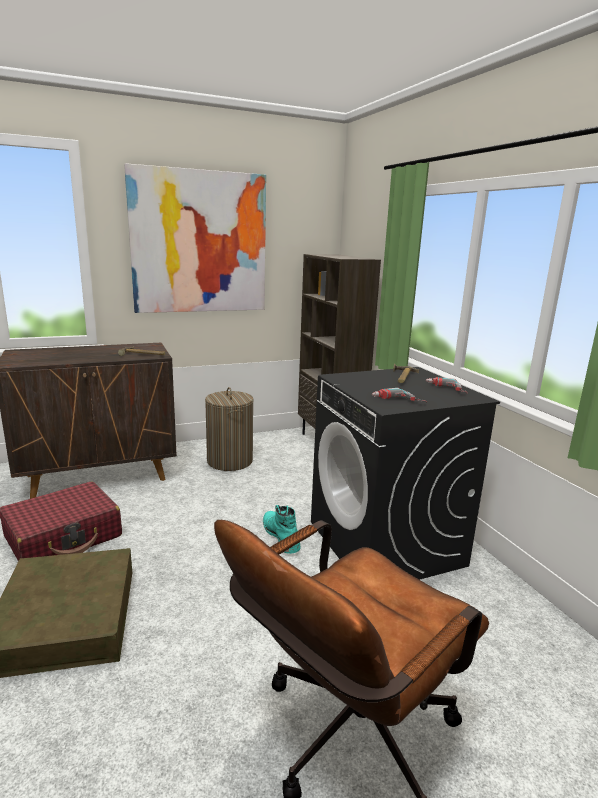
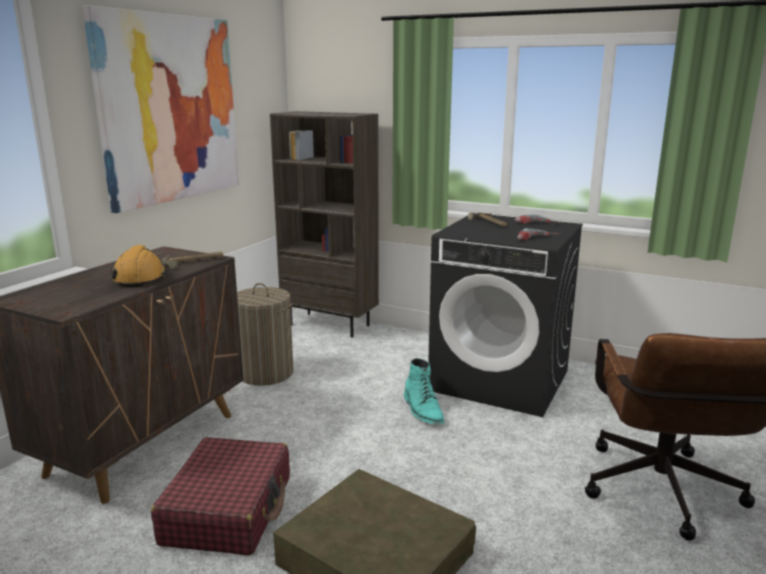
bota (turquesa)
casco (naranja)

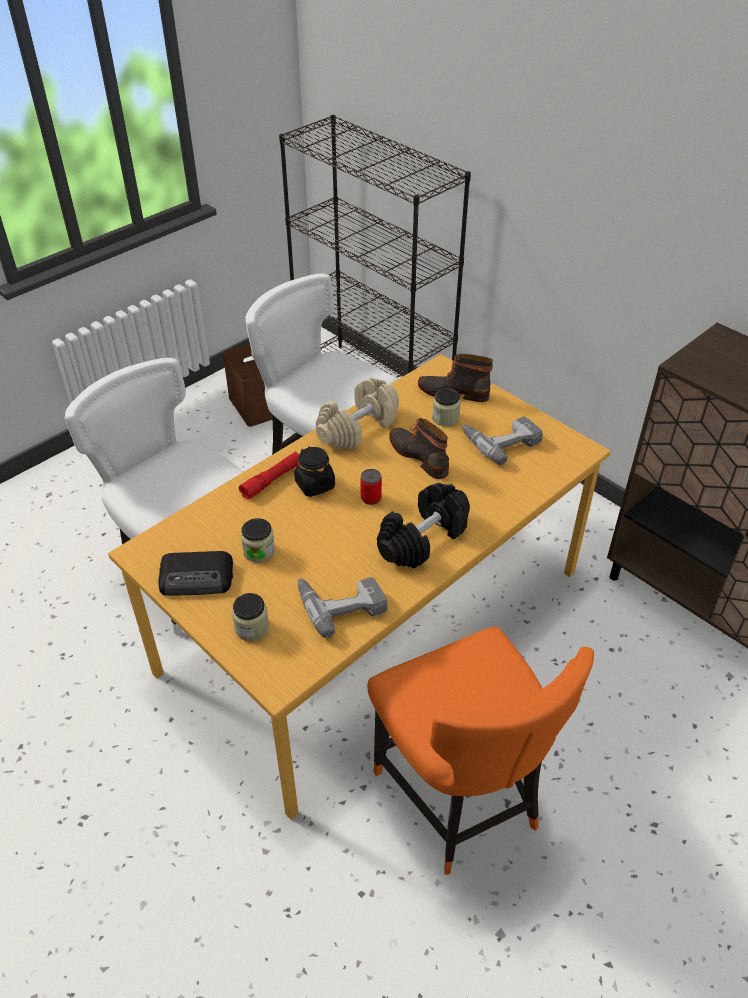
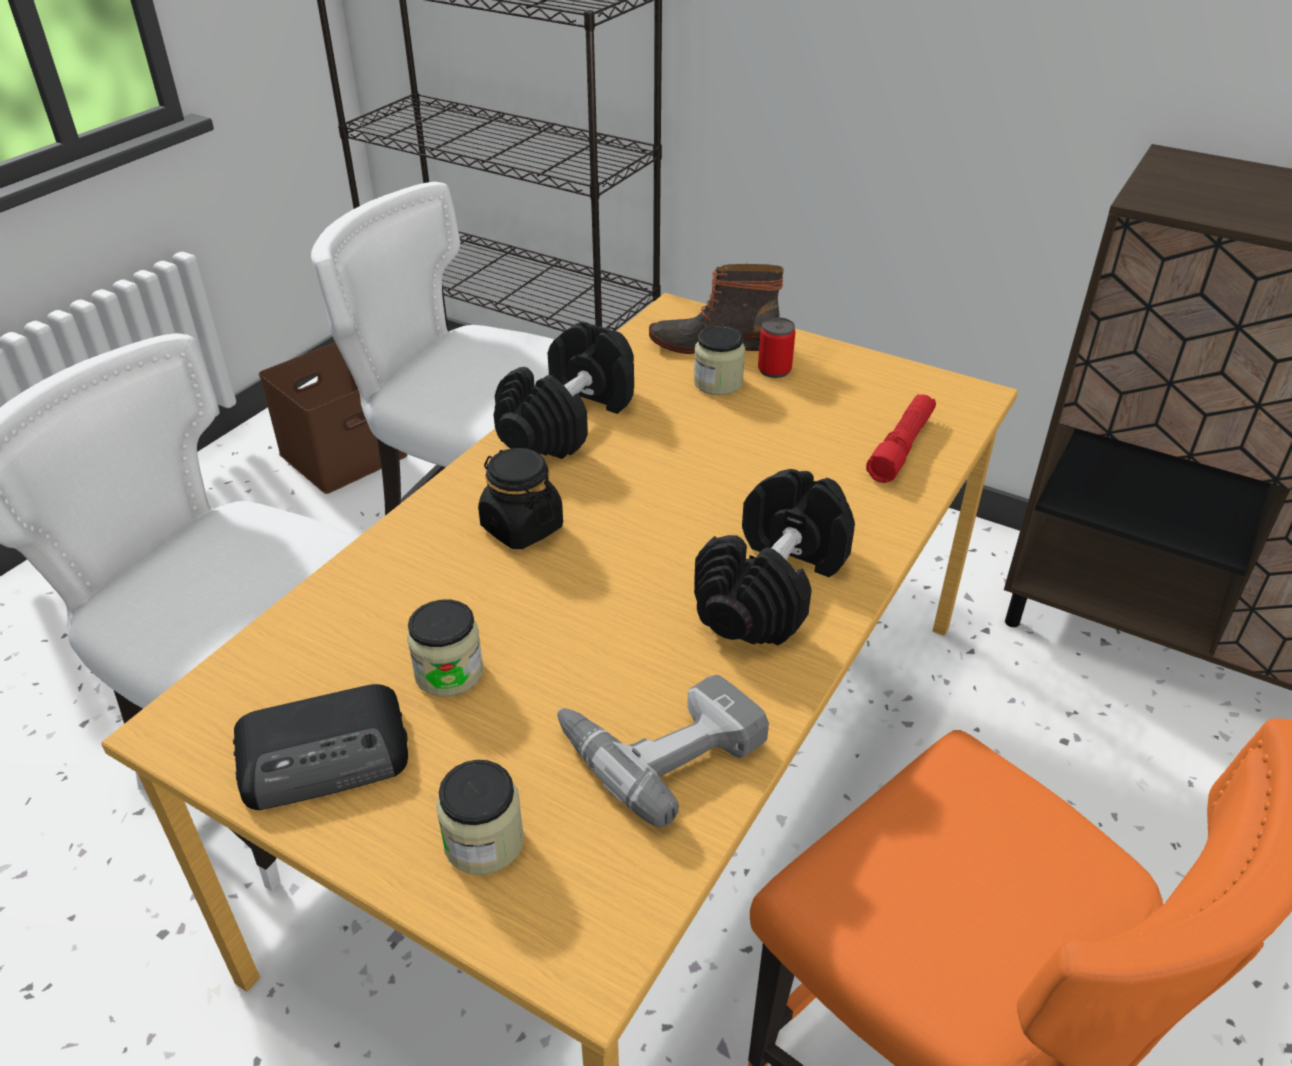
linterna (rojo)
mancuerna (negro) (1st from left)
lata
bota (1st from left in the first image)
taladro (2nd from left in the first image)

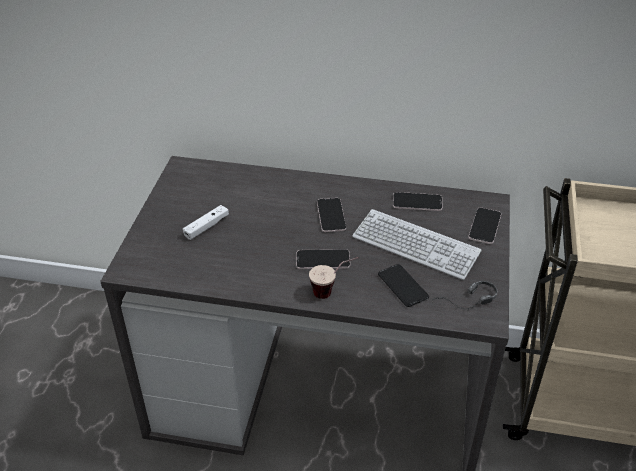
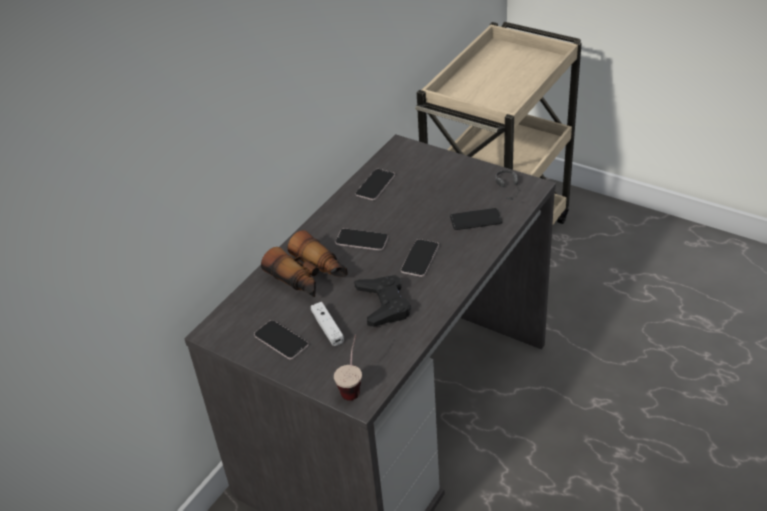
taza
teclado
móvil (1st from left)
prismáticos
mando de consola (negro)

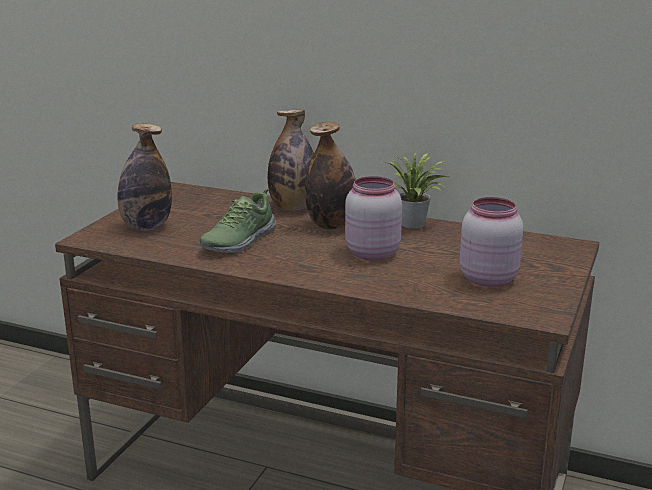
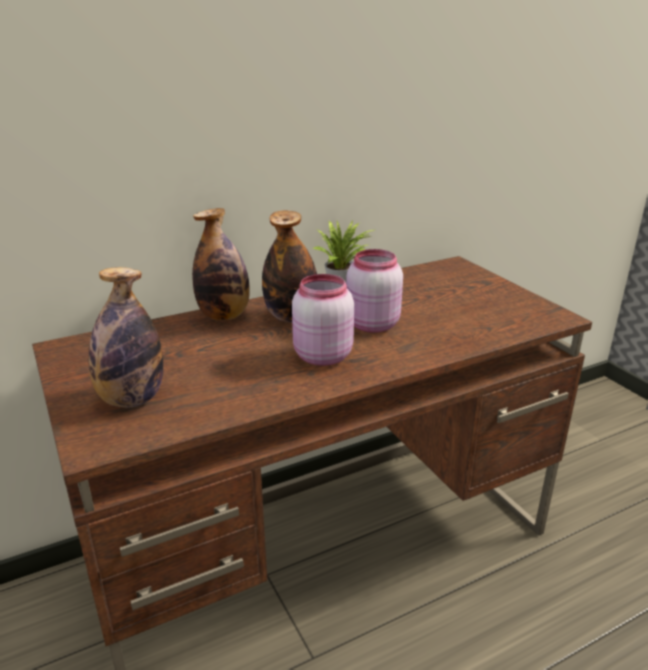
zapato
tarro (rosa) (1st from left)

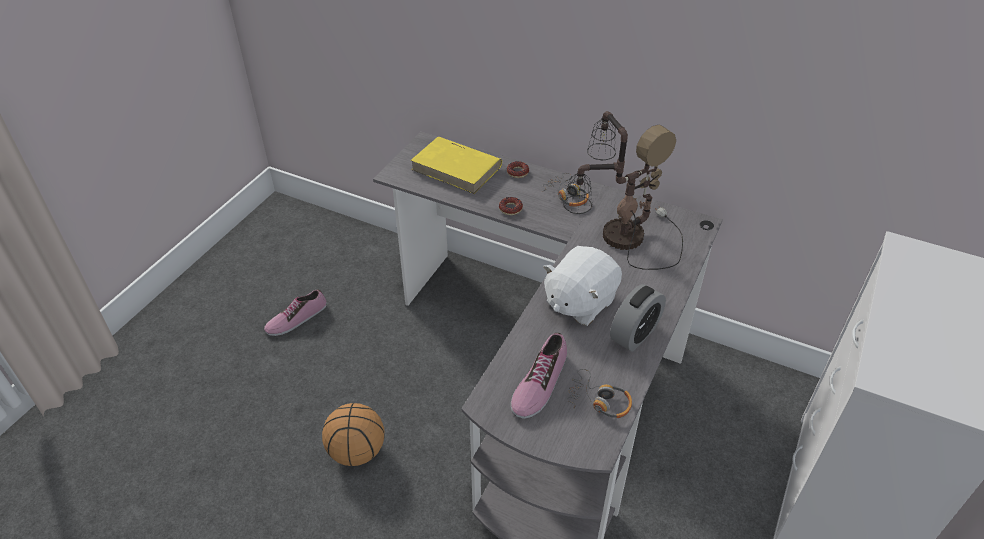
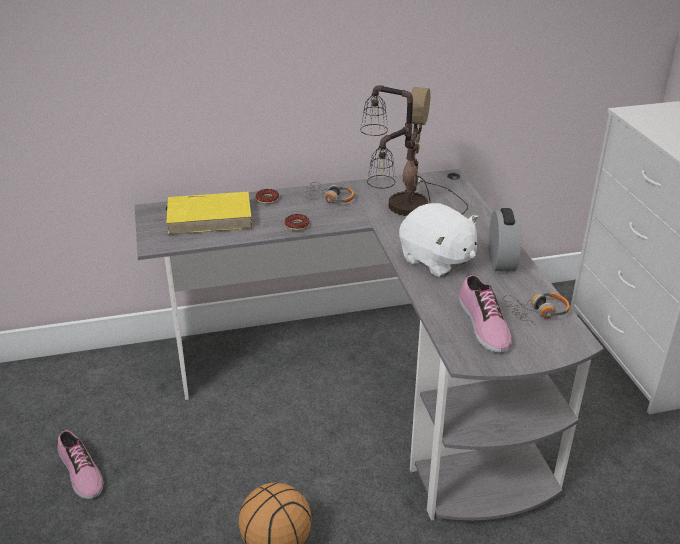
zapato (1st from left)
peluche (blanco)

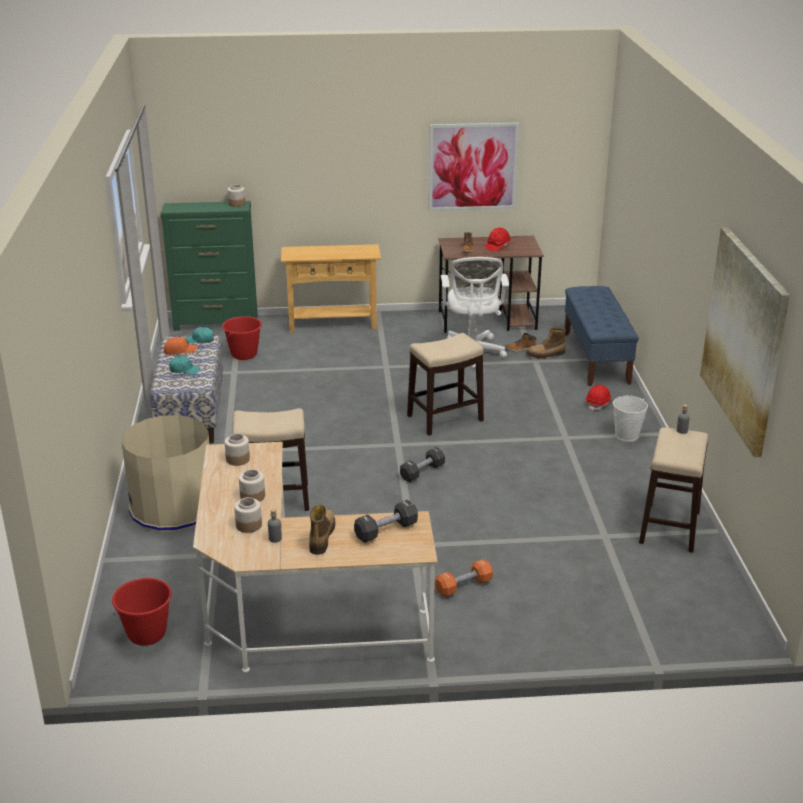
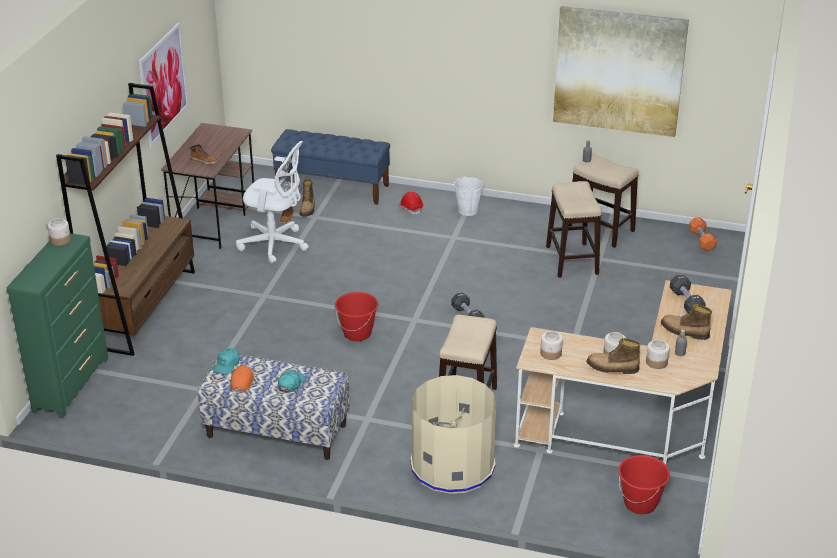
cubo (rojo) (1st from left)
estantería (marrón)
taburete (2nd from left)
mancuerna (naranja)
casco (rojo) (1st from left in the first image)
bota (4th from left)

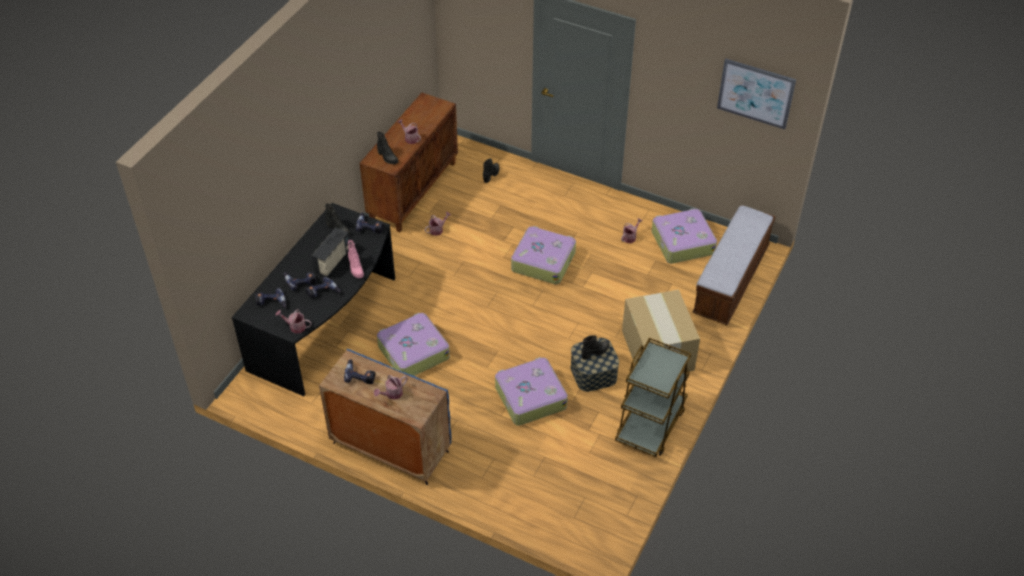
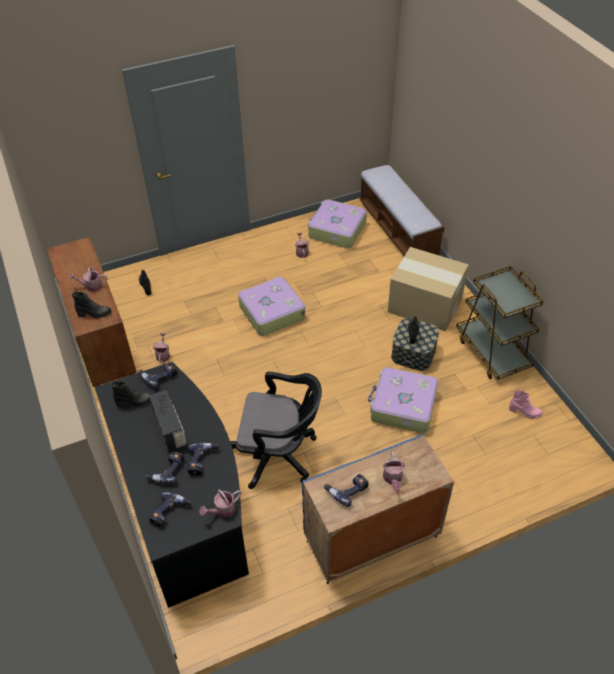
bota (rosa)
silla de oficina (negro)
cuadro

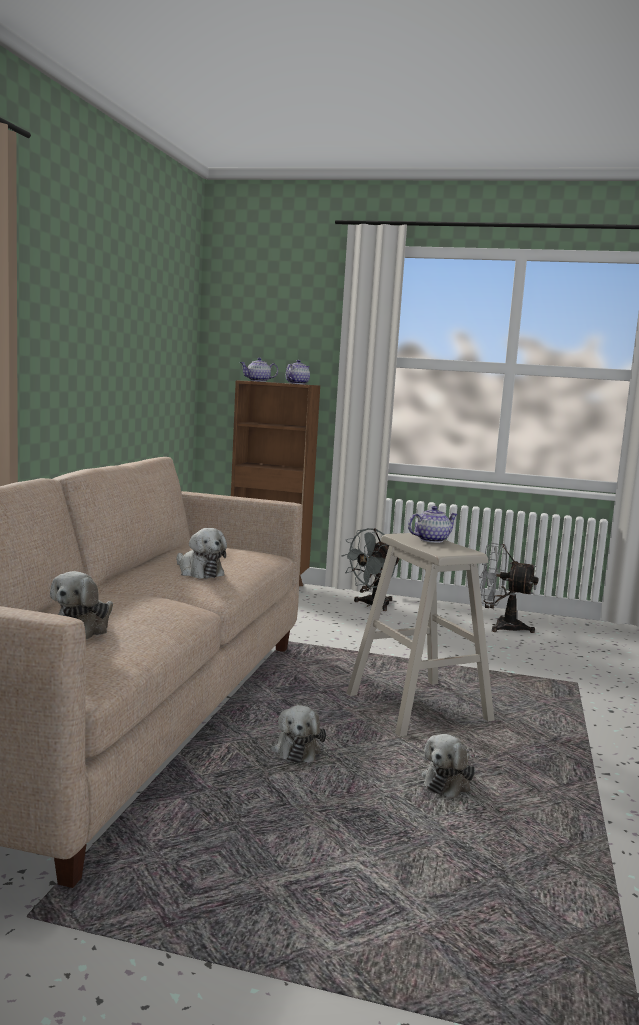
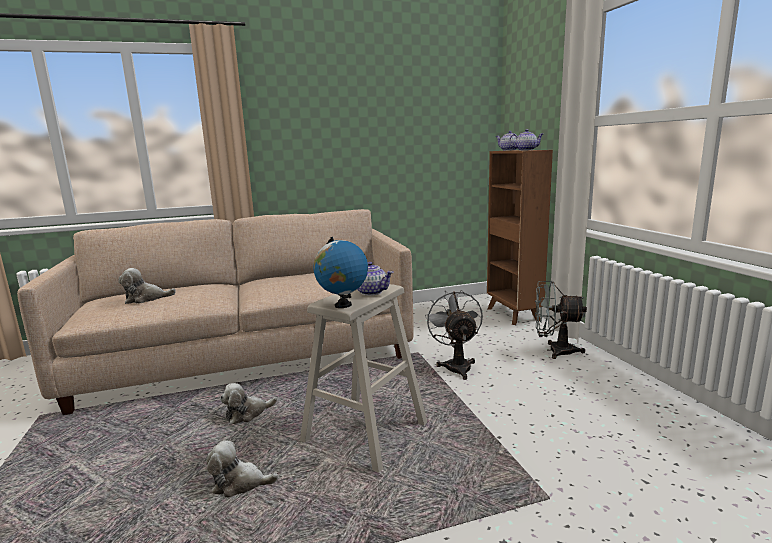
peluche (2nd from left in the first image)
ventilador (gris) (1st from left)
globo terráqueo

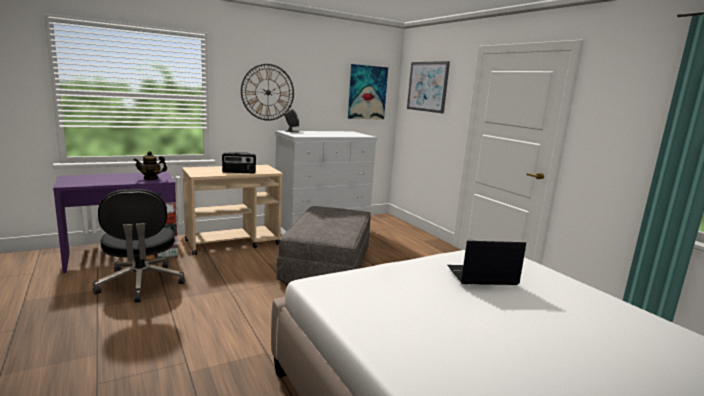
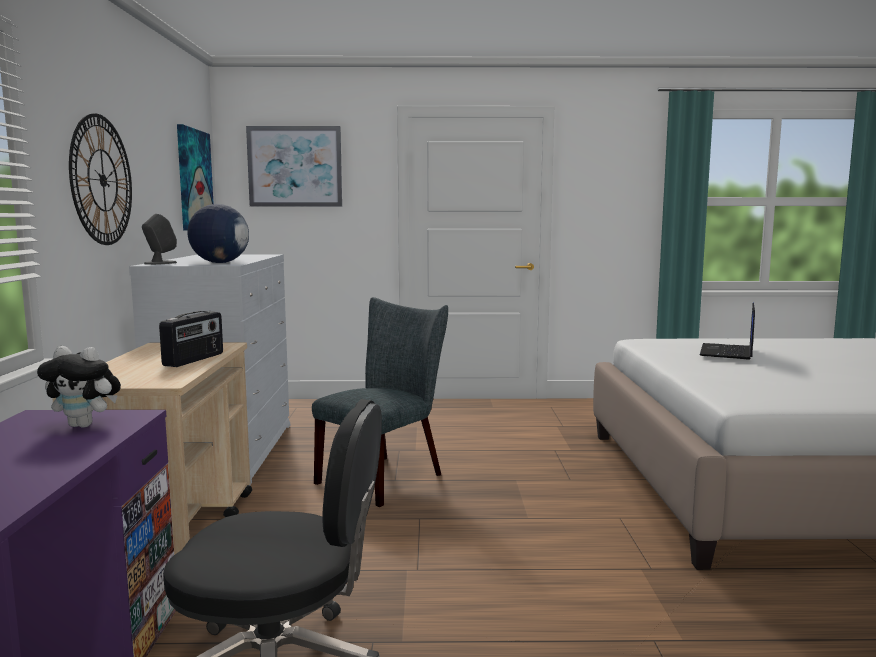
peluche
silla (gris)
globo terráqueo

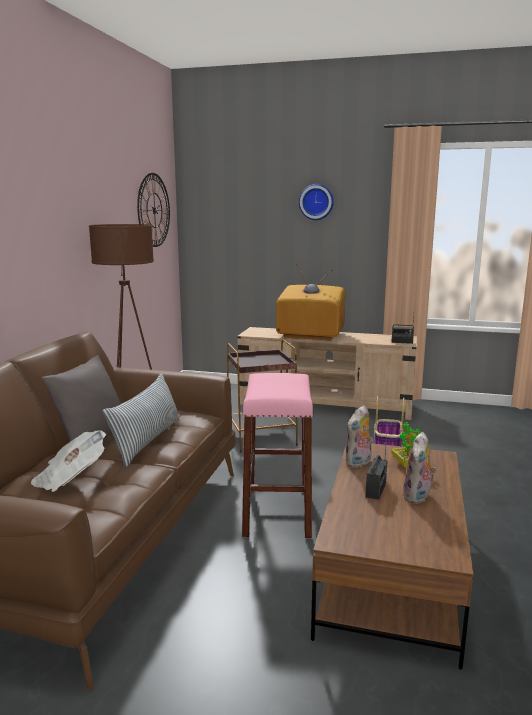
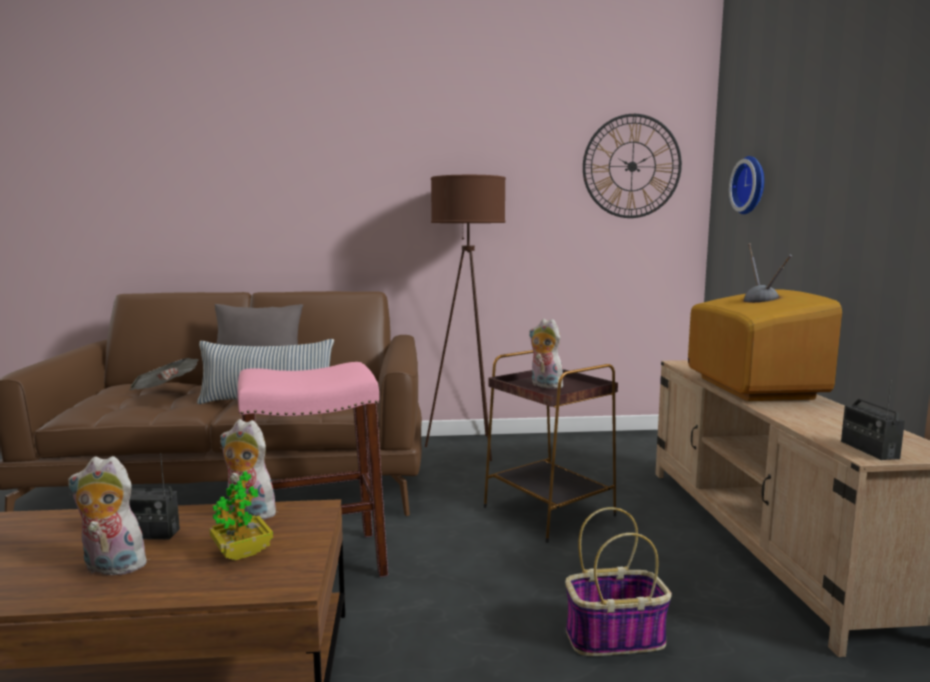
reloj de pared (2nd from left)
peluche (3rd from left)

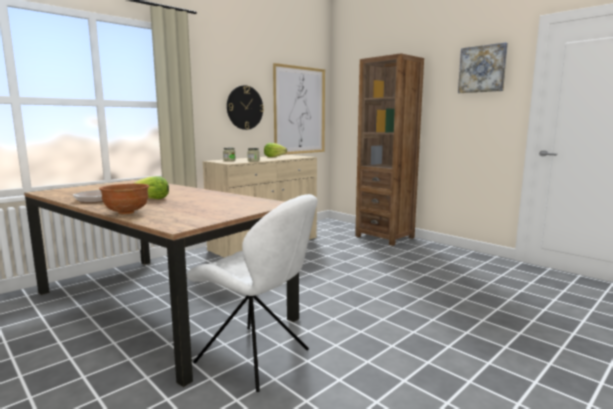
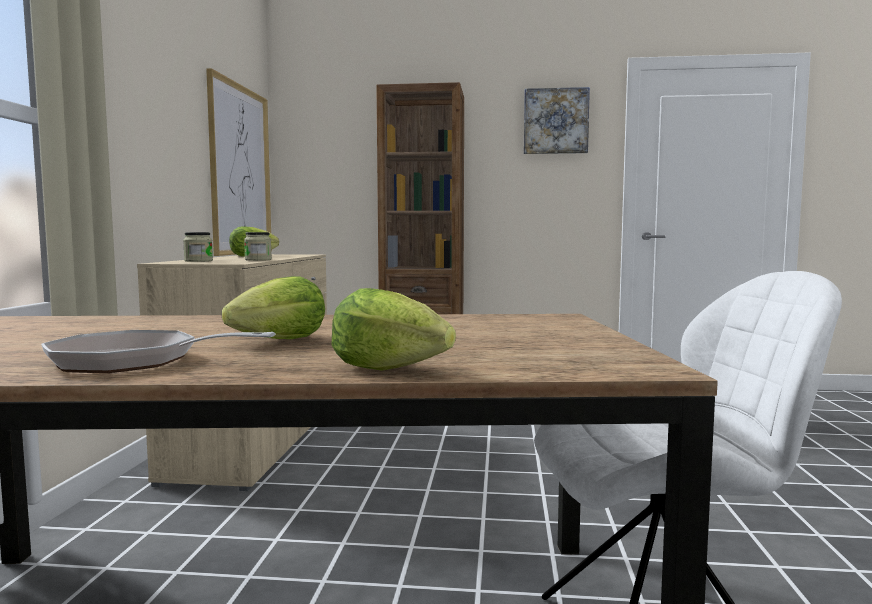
lechuga (3rd from left)
reloj de pared

